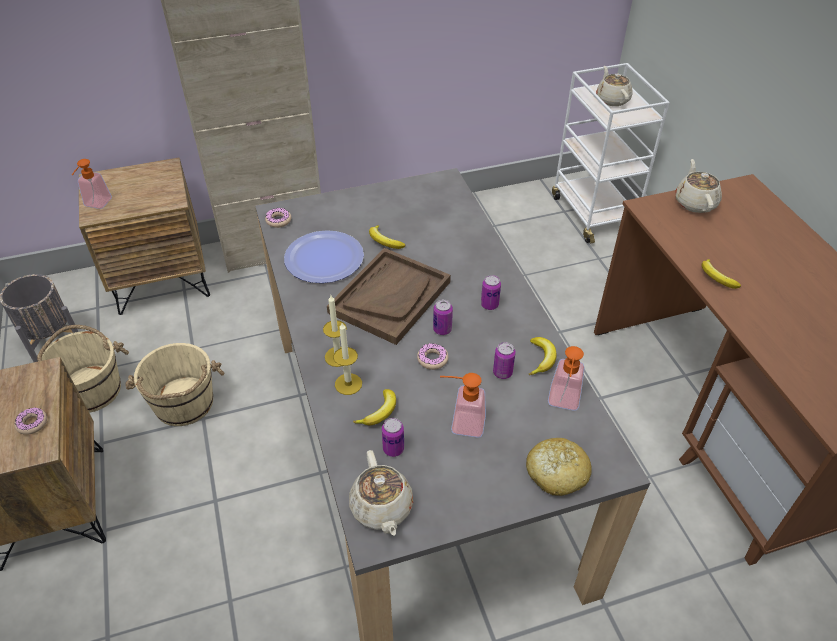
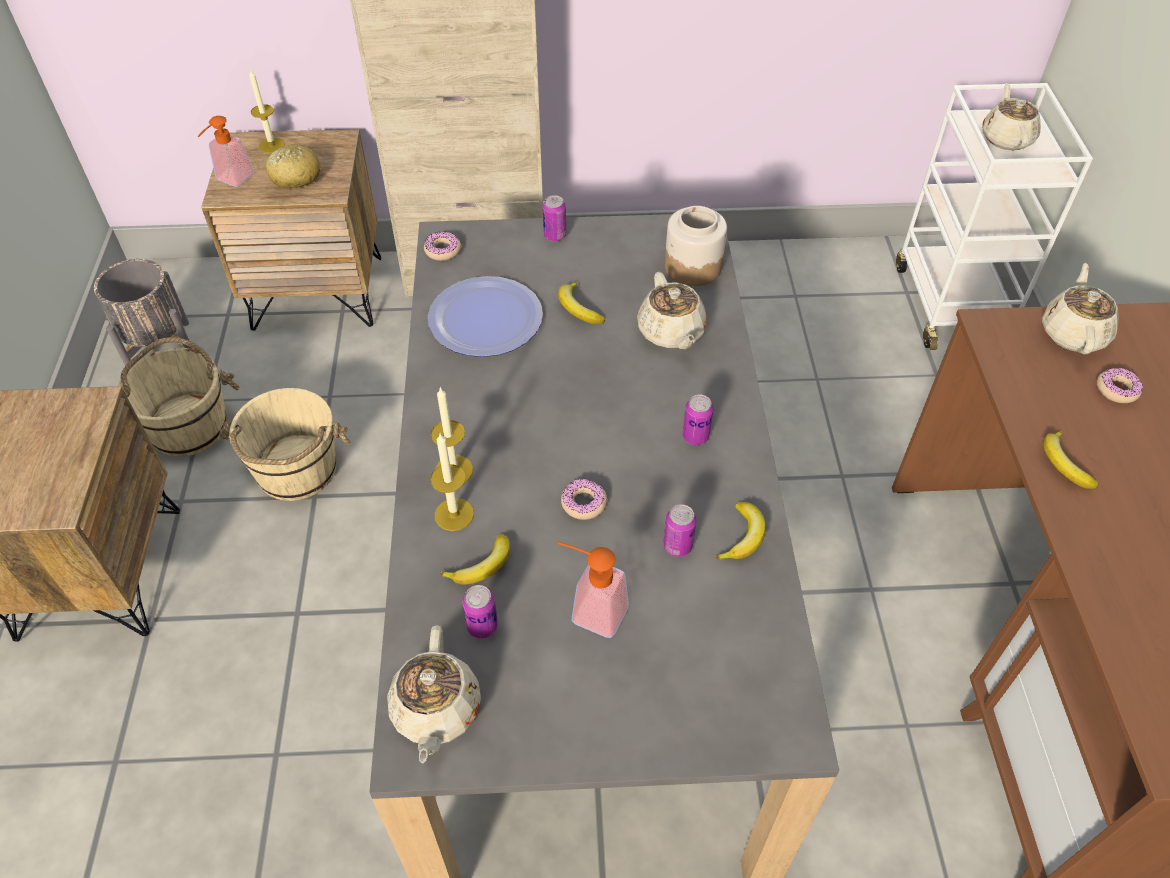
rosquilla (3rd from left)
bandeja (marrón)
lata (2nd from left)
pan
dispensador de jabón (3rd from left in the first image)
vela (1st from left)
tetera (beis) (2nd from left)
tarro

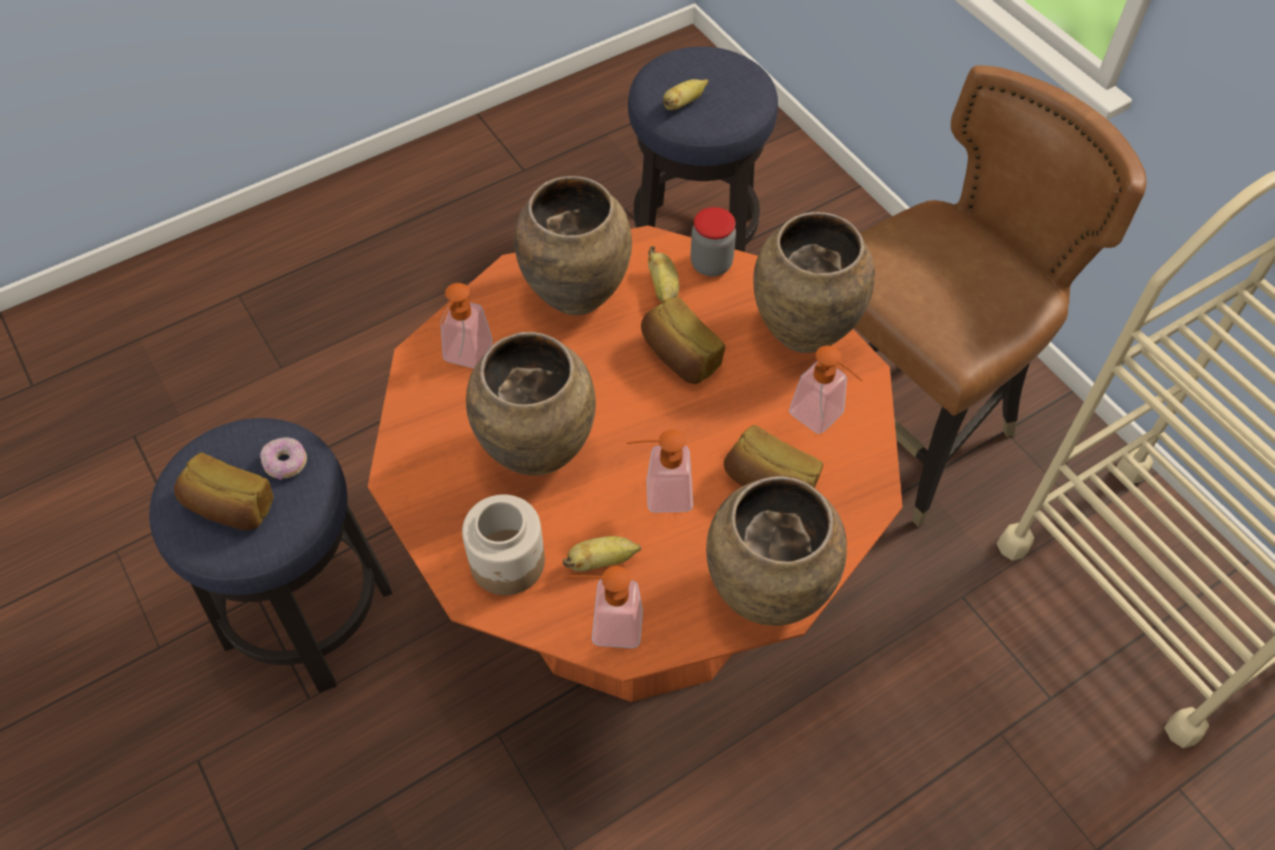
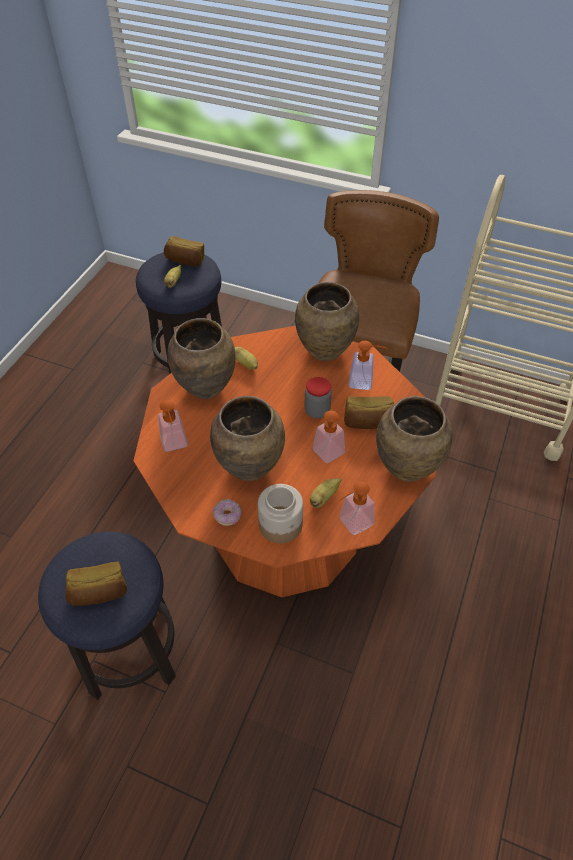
rosquilla
pan (2nd from left)
tarro (2nd from left)

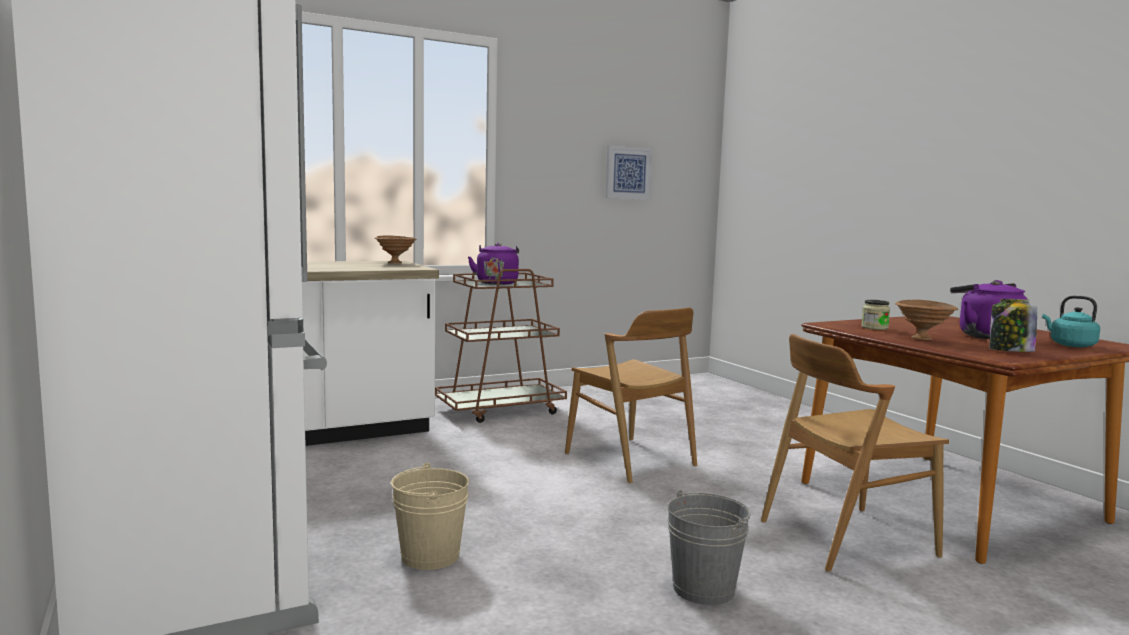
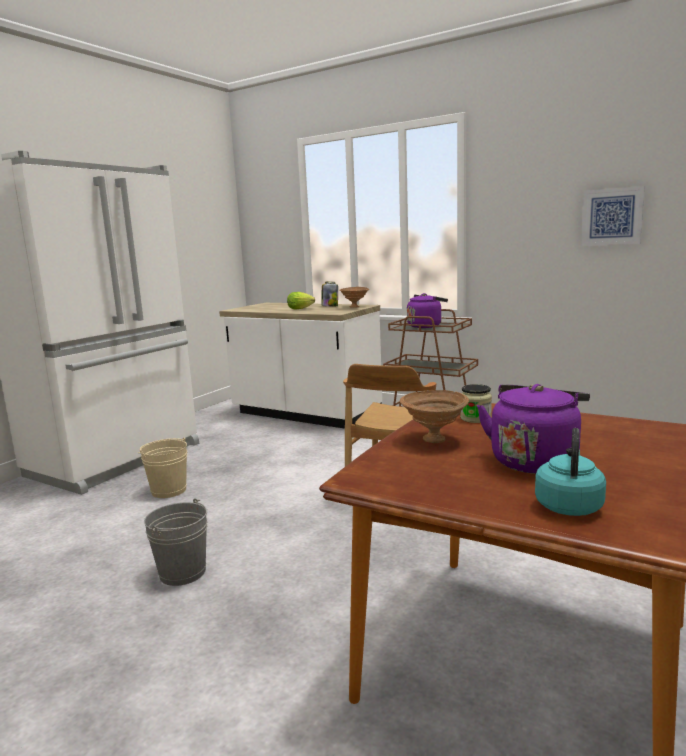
silla (marrón) (2nd from left in the first image)
tarro (1st from left)
lechuga

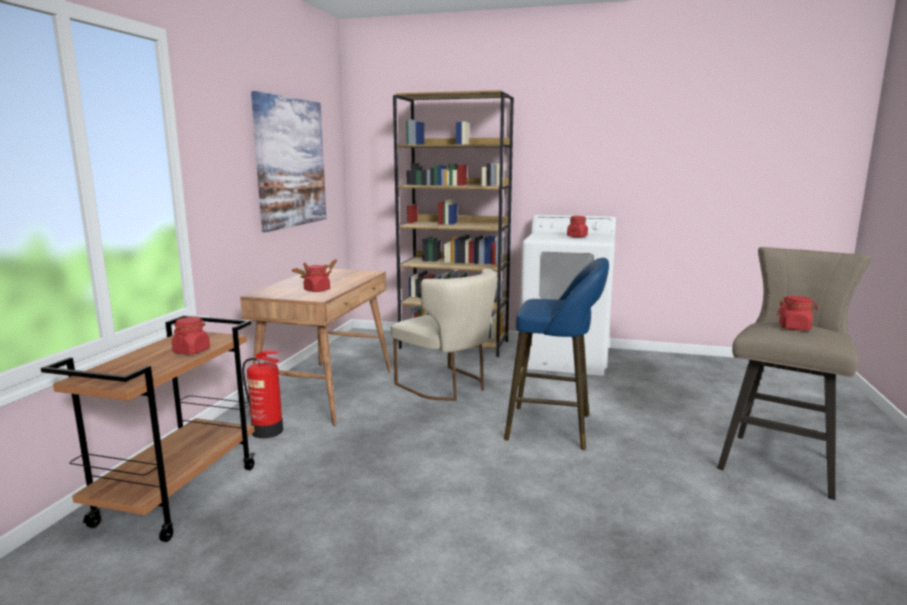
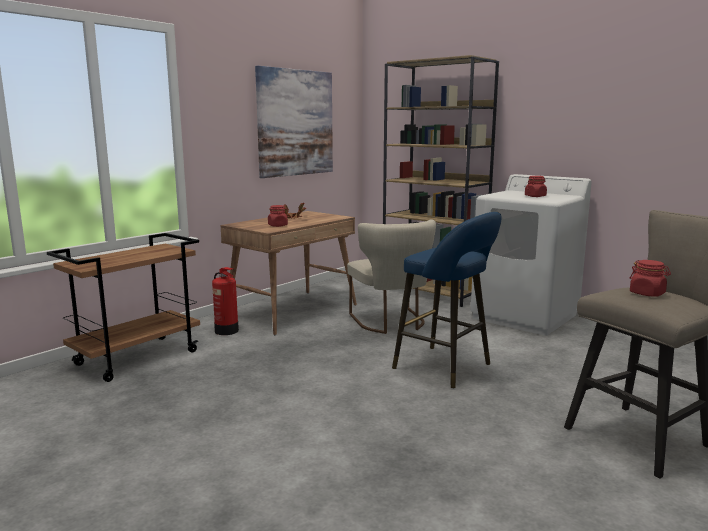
tarro (rojo) (1st from left in the first image)

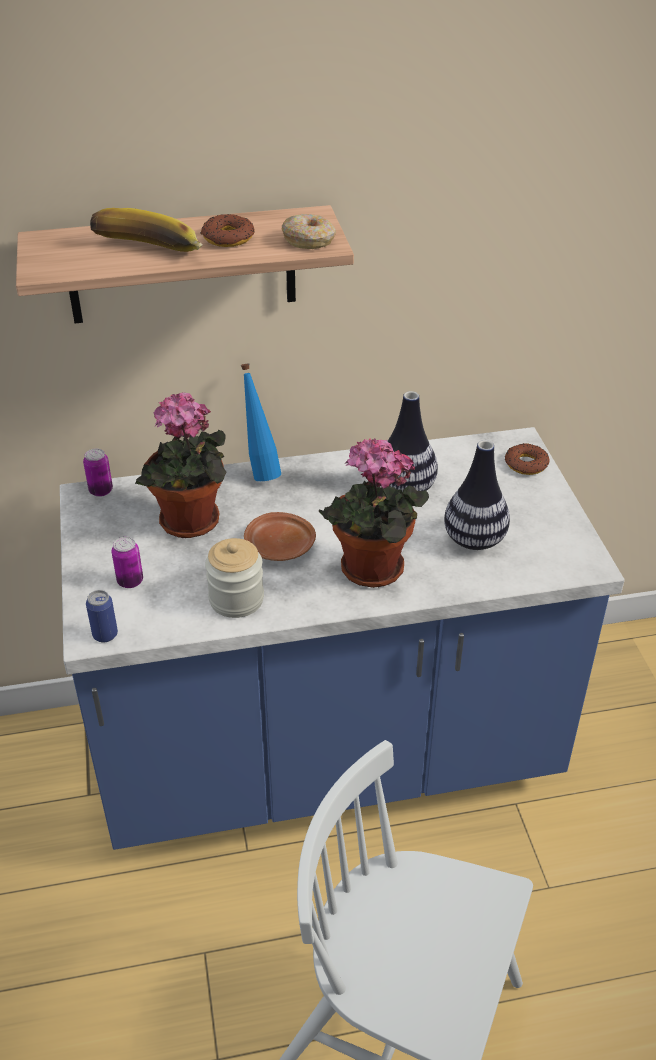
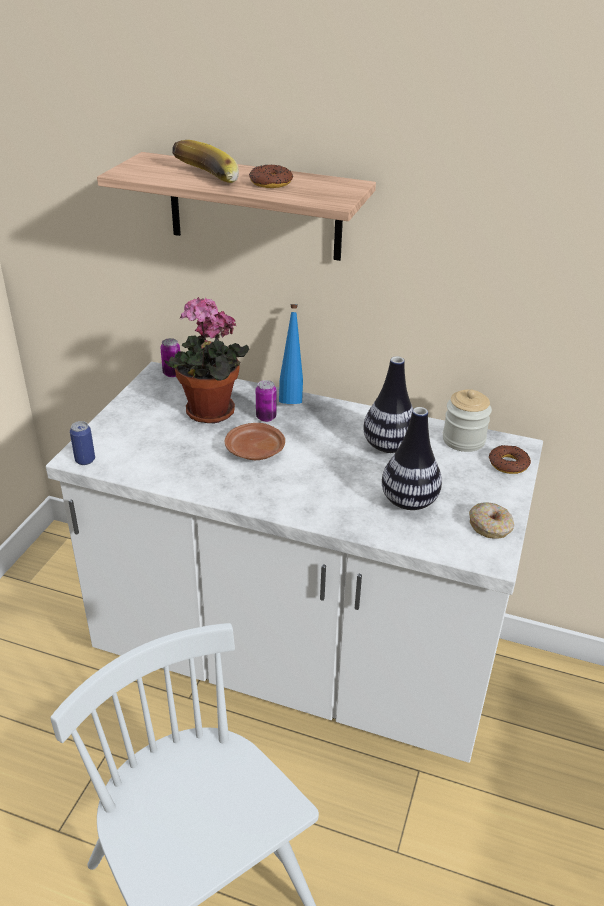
mueble bajo de cocina (blanco)
lata (3rd from left)
tarro
rosquilla (2nd from left)
planta en maceta (2nd from left in the first image)

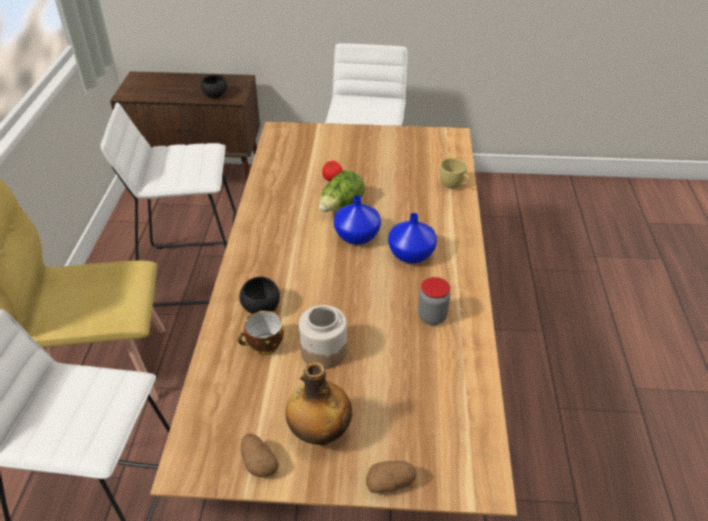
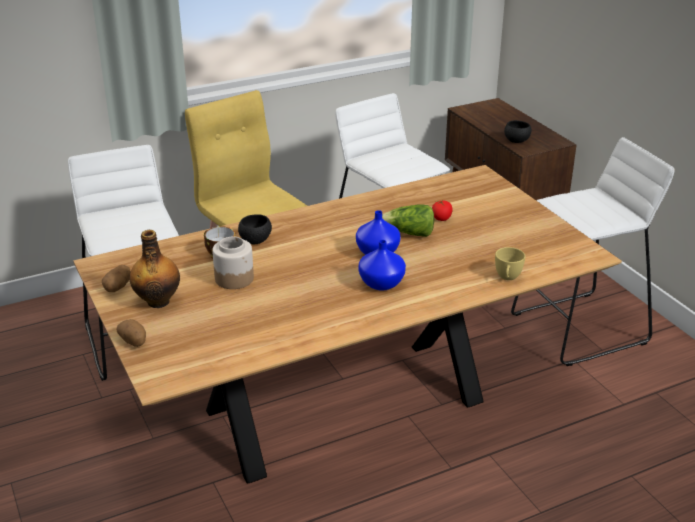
tarro (2nd from left in the first image)

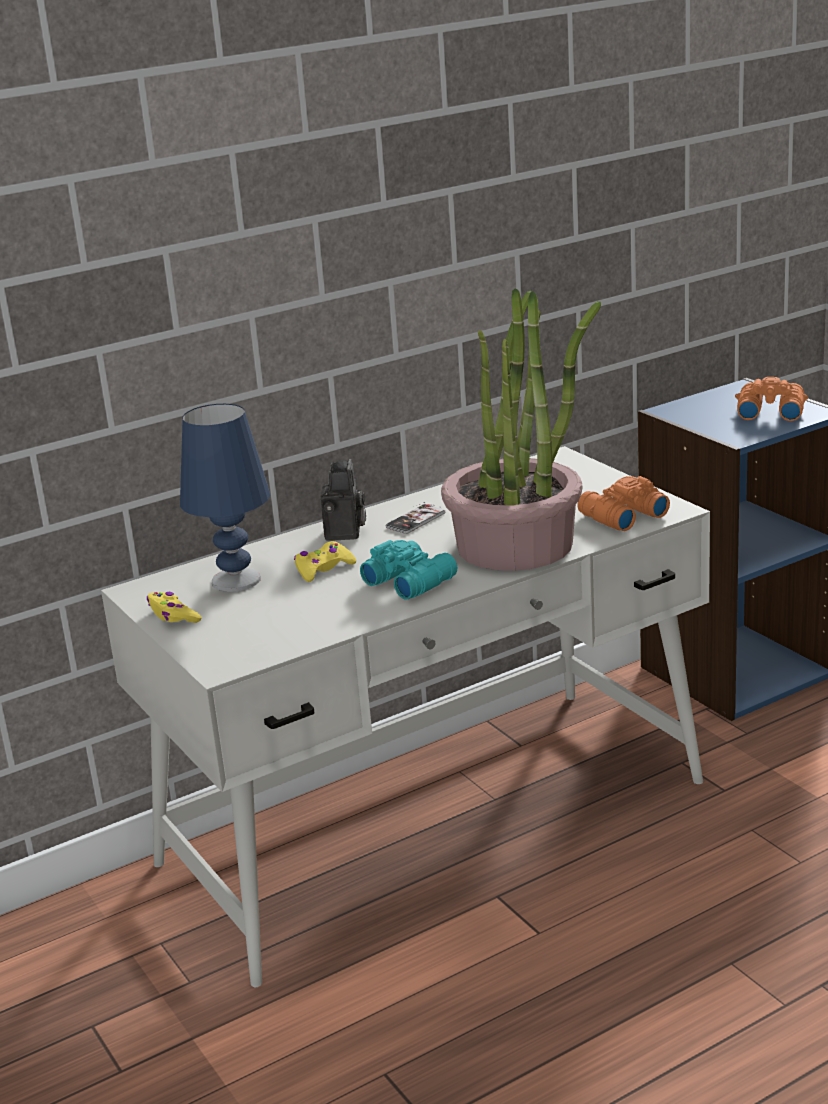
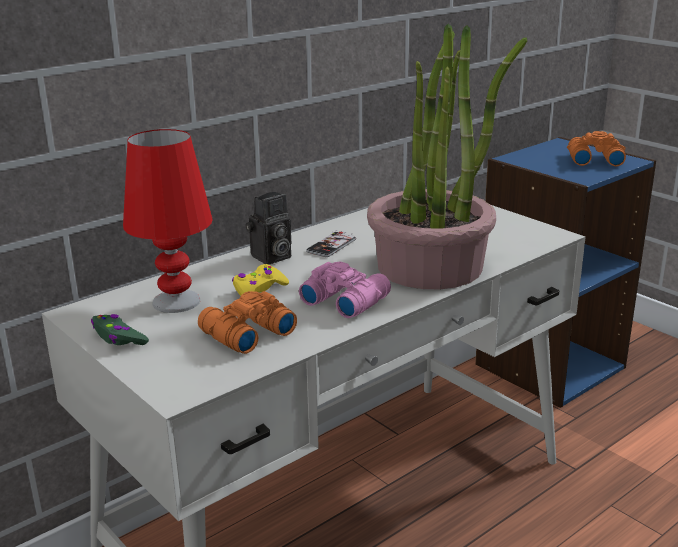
mando de consola (verde)
lámpara de mesa (rojo)
cámara
prismáticos (rosa)
prismáticos (naranja) (1st from left)

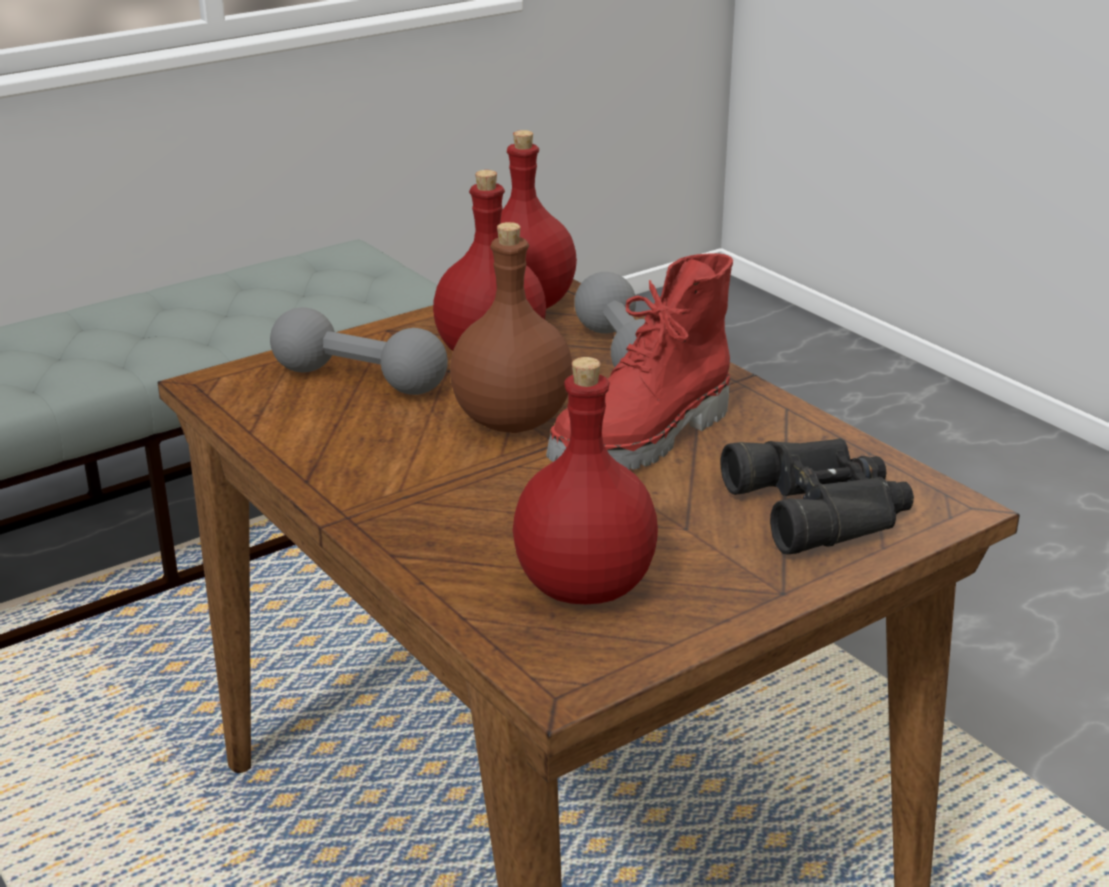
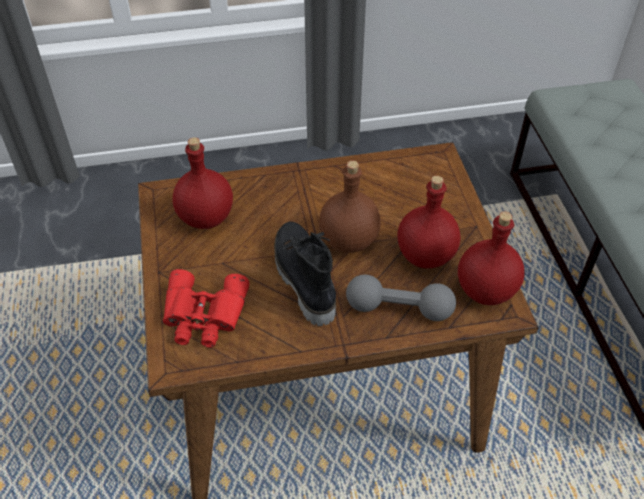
mancuerna (gris) (1st from left in the first image)
bota (negro)
prismáticos (rojo)

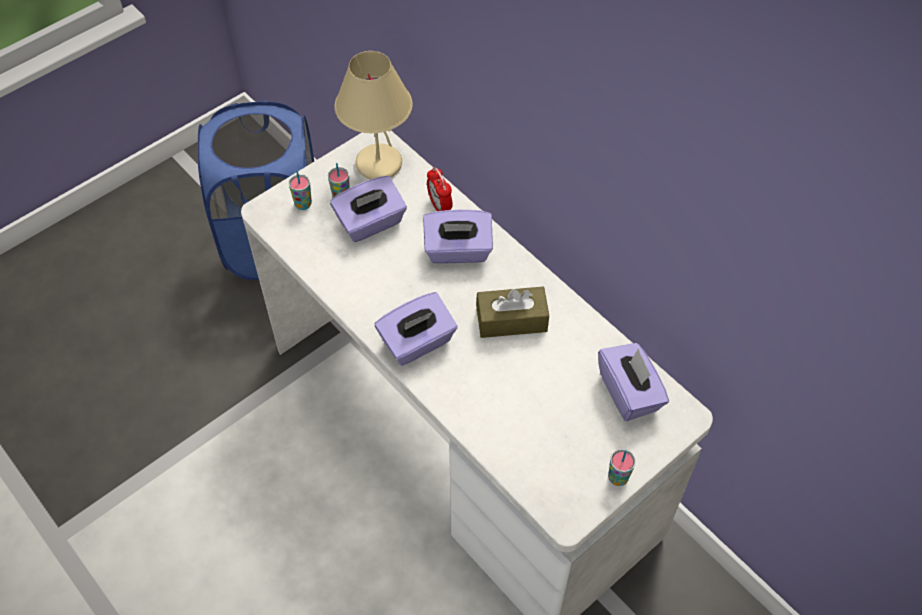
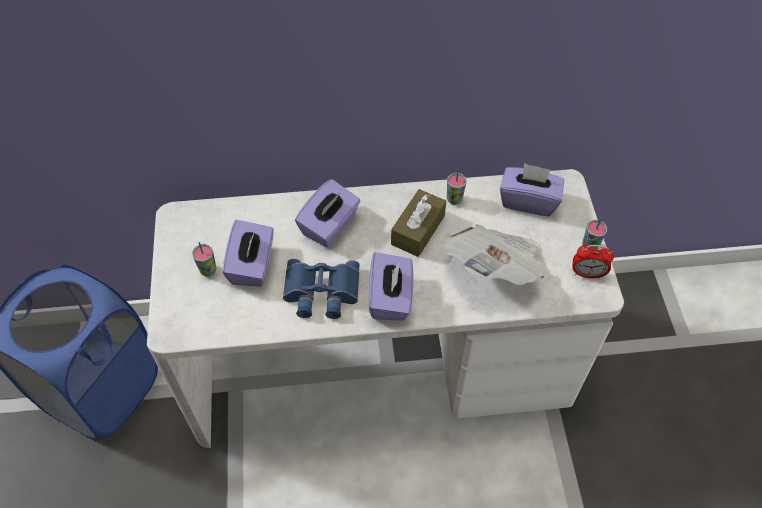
taza (2nd from left)
lámpara de mesa (beis)
despertador
prismáticos (azul)
periódico

